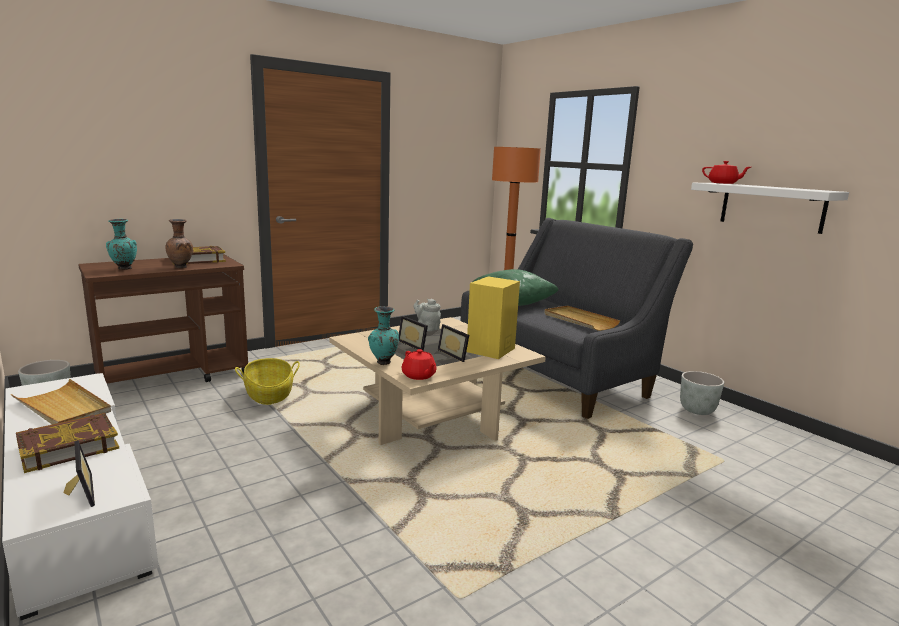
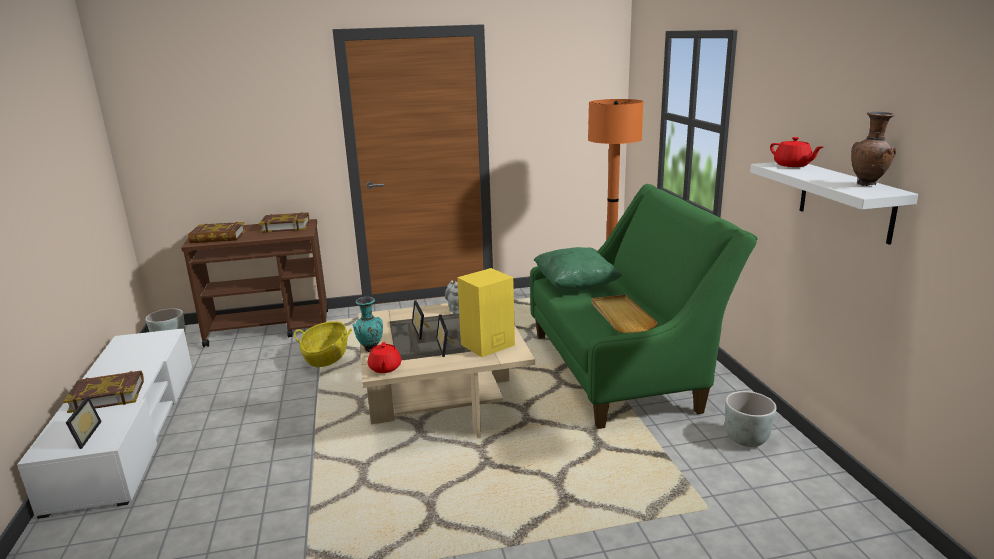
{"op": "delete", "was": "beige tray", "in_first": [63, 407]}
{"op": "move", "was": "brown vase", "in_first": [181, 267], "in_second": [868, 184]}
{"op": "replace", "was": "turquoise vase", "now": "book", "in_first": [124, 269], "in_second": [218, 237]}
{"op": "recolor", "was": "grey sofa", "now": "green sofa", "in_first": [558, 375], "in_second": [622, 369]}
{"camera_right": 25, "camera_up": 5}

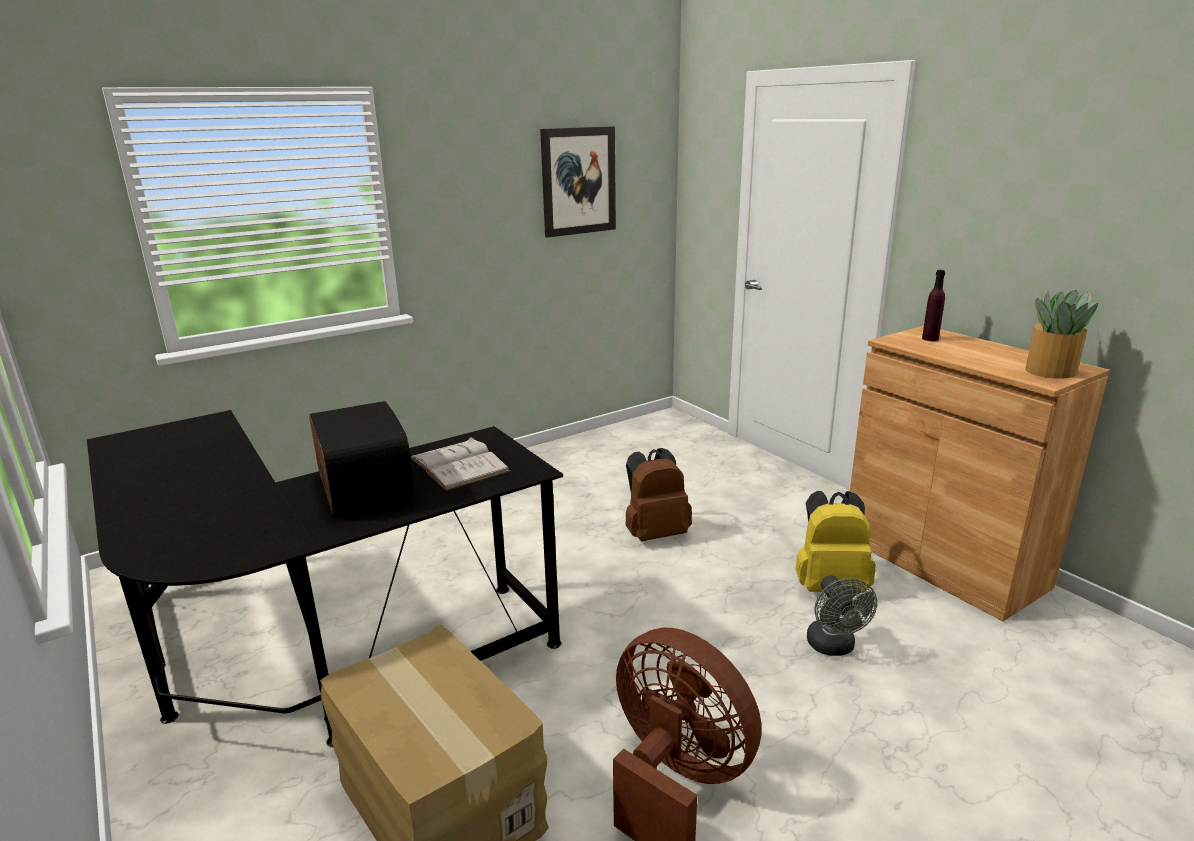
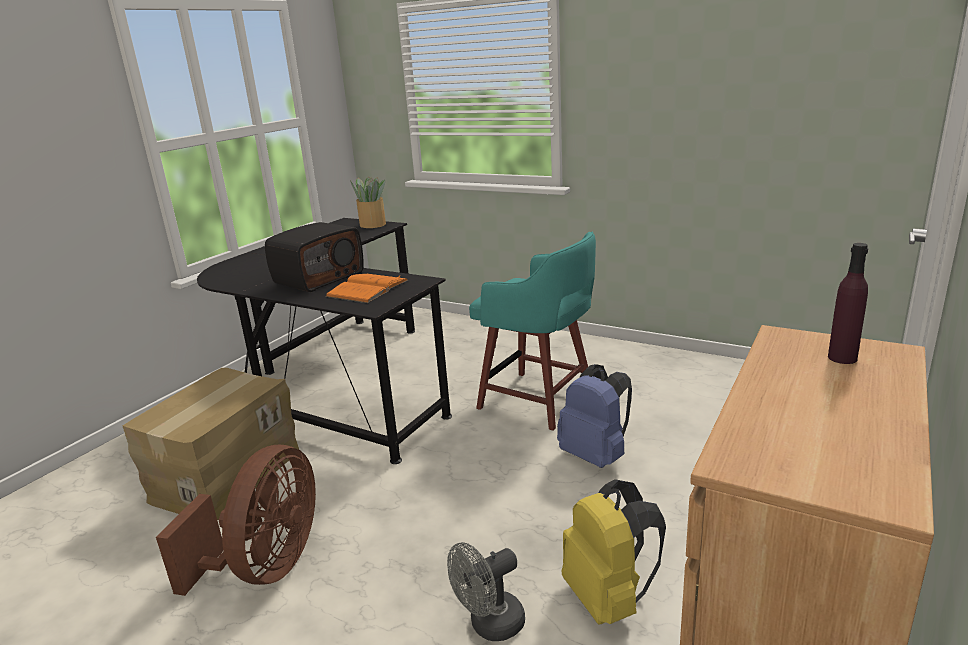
{"op": "delete", "was": "picture", "in_first": [578, 181]}
{"op": "insert", "now": "turquoise stool", "in_second": [539, 401]}
{"op": "move", "was": "potted plant", "in_first": [1049, 371], "in_second": [372, 224]}
{"op": "recolor", "was": "white book", "now": "orange book", "in_first": [459, 465], "in_second": [367, 288]}
{"op": "recolor", "was": "brown backpack", "now": "blue backpack", "in_first": [655, 533], "in_second": [596, 456]}
{"camera_right": 65, "camera_up": 0}

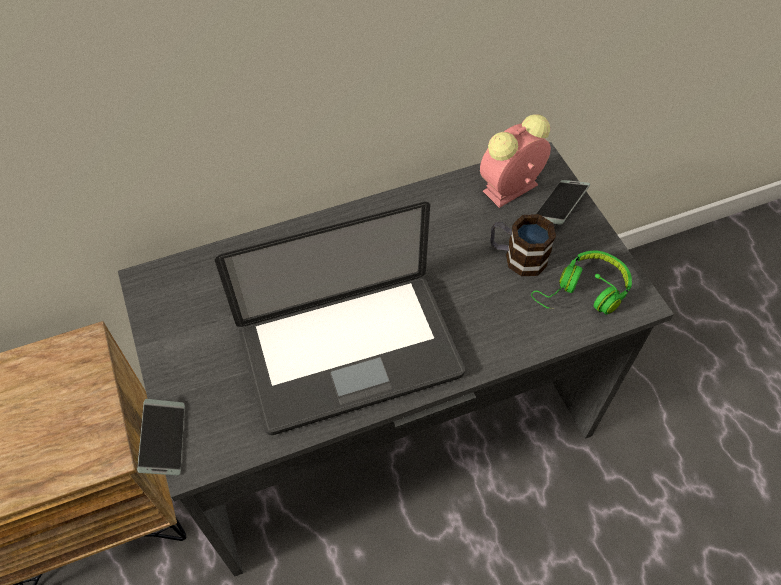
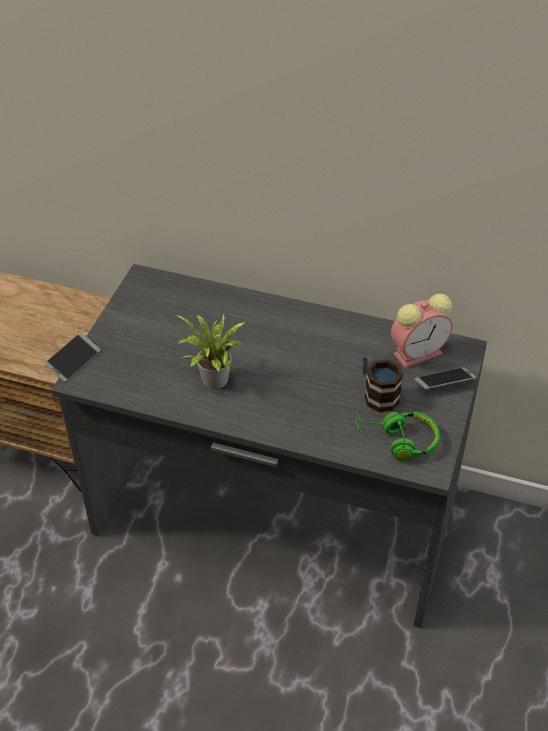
{"op": "replace", "was": "laptop", "now": "potted plant", "in_first": [350, 354], "in_second": [213, 382]}
{"op": "rotate", "was": "alarm clock", "in_first": [509, 189], "in_second": [419, 352], "clockwise": 150}
{"camera_right": 40, "camera_up": -10}

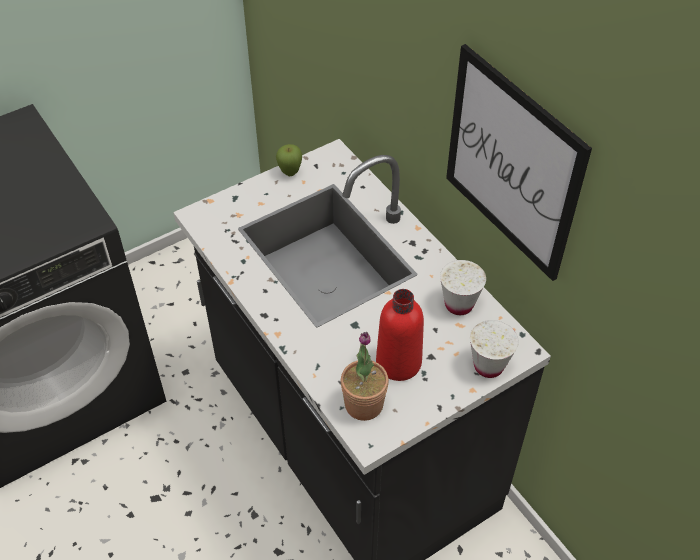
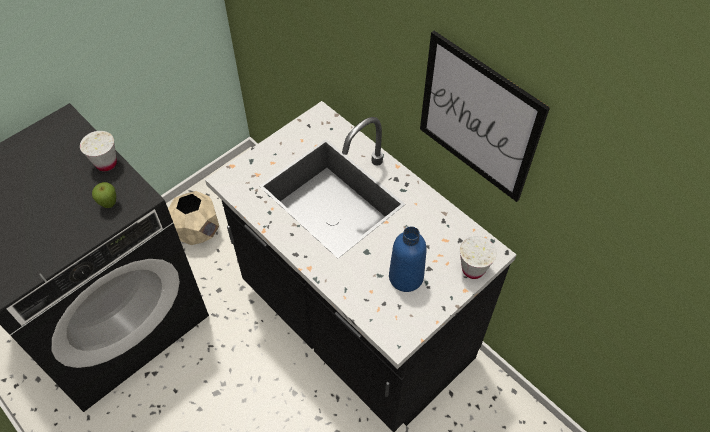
{"op": "delete", "was": "potted plant", "in_first": [364, 404]}
{"op": "insert", "now": "beige planter", "in_second": [198, 230]}
{"op": "move", "was": "apple", "in_first": [290, 173], "in_second": [109, 205]}
{"op": "move", "was": "white cup", "in_first": [459, 304], "in_second": [106, 163]}
{"op": "recolor", "was": "red bottle", "now": "blue bottle", "in_first": [398, 363], "in_second": [406, 277]}
{"camera_right": -10, "camera_up": 5}

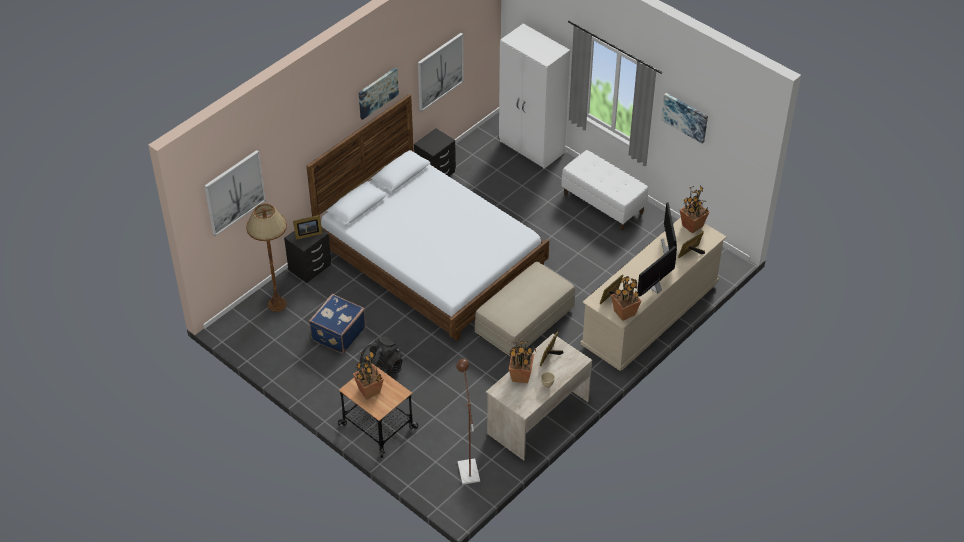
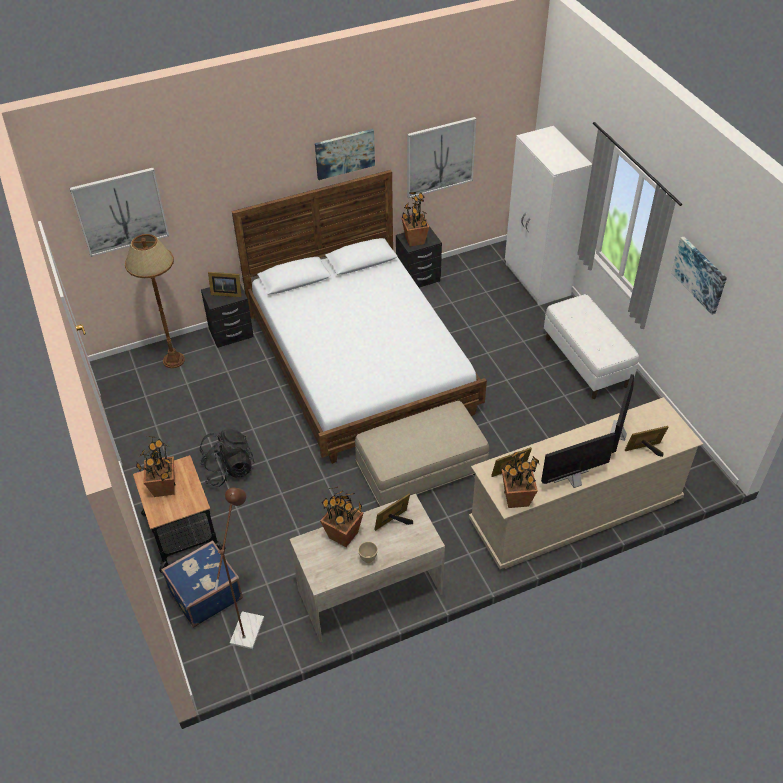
{"op": "move", "was": "blue suitcase", "in_first": [337, 333], "in_second": [205, 594]}
{"op": "move", "was": "potted plant", "in_first": [692, 226], "in_second": [414, 240]}
{"camera_right": 25, "camera_up": 0}

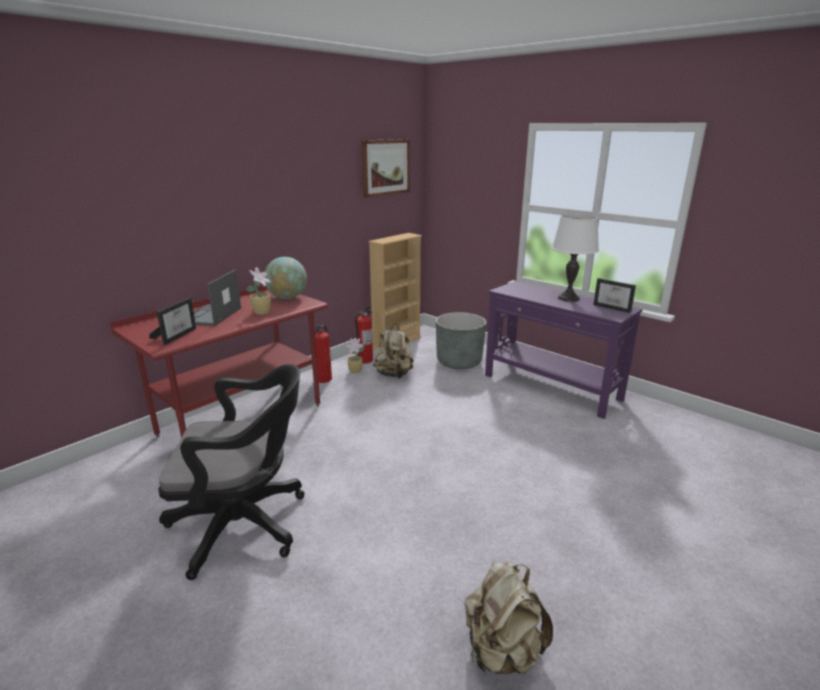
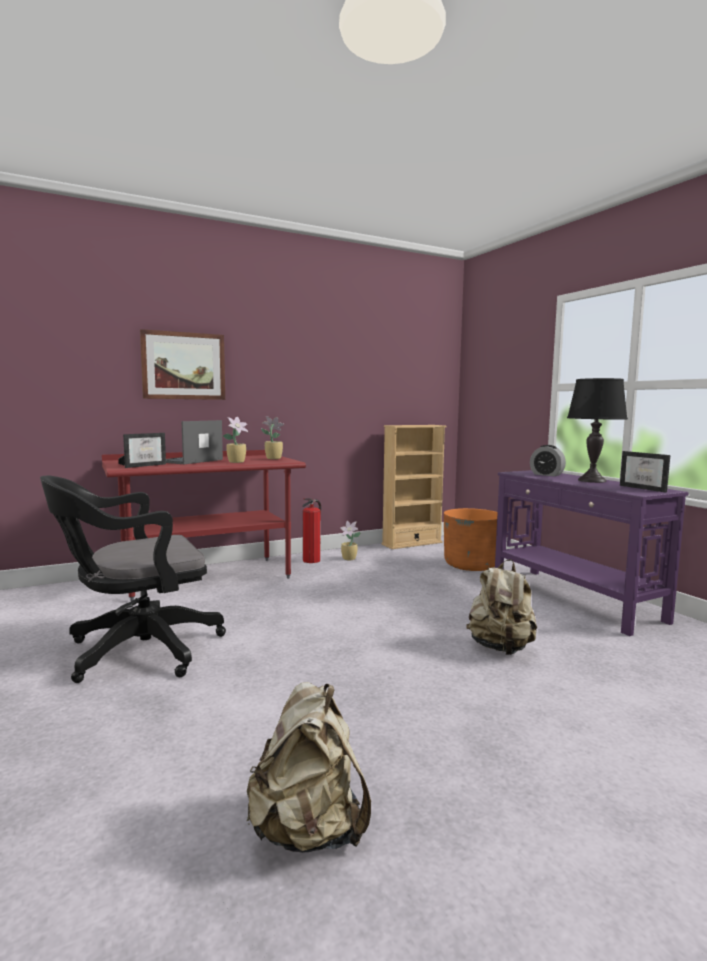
{"op": "delete", "was": "fire extinguisher", "in_first": [365, 360]}
{"op": "insert", "now": "alarm clock", "in_second": [546, 474]}
{"op": "move", "was": "picture", "in_first": [385, 167], "in_second": [183, 366]}
{"op": "move", "was": "beige backpack", "in_first": [394, 374], "in_second": [500, 648]}
{"op": "replace", "was": "globe", "now": "potted plant", "in_first": [287, 298], "in_second": [273, 458]}
{"op": "recolor", "was": "grey planter", "now": "orange planter", "in_first": [459, 362], "in_second": [471, 565]}
{"op": "recolor", "was": "white table lamp", "now": "black table lamp", "in_first": [568, 298], "in_second": [591, 480]}
{"op": "rotate", "was": "black office chair", "in_first": [246, 525], "in_second": [136, 651], "clockwise": 135}
{"camera_right": 20, "camera_up": -15}

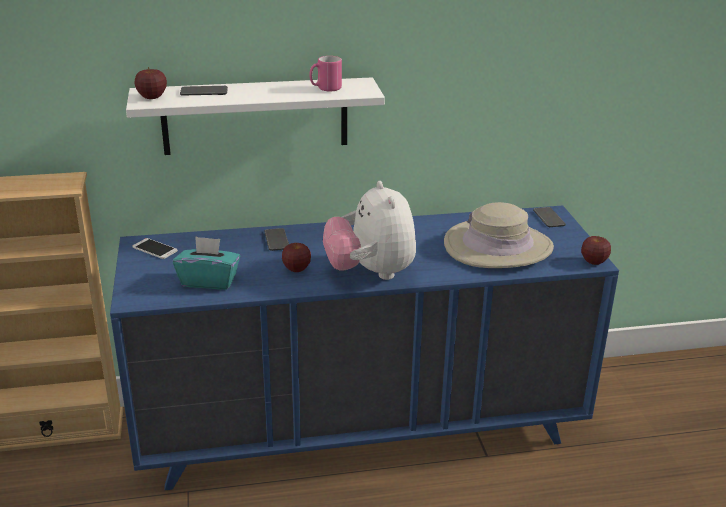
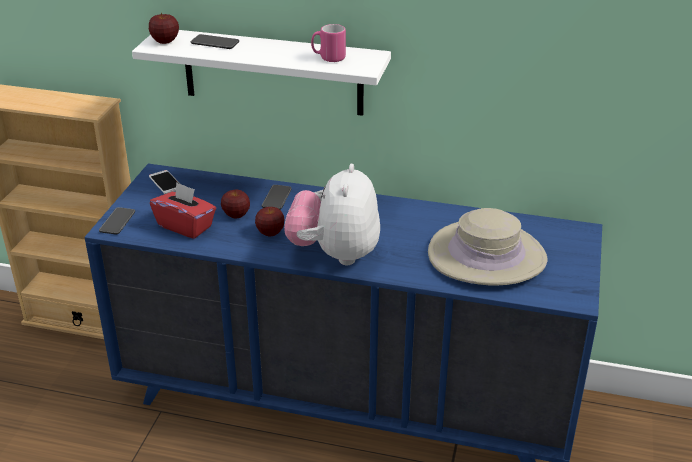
{"op": "move", "was": "phone", "in_first": [549, 218], "in_second": [117, 222]}
{"op": "move", "was": "apple", "in_first": [594, 262], "in_second": [236, 215]}
{"op": "recolor", "was": "turquoise tissue box", "now": "red tissue box", "in_first": [209, 281], "in_second": [185, 226]}
{"camera_right": 25, "camera_up": 5}

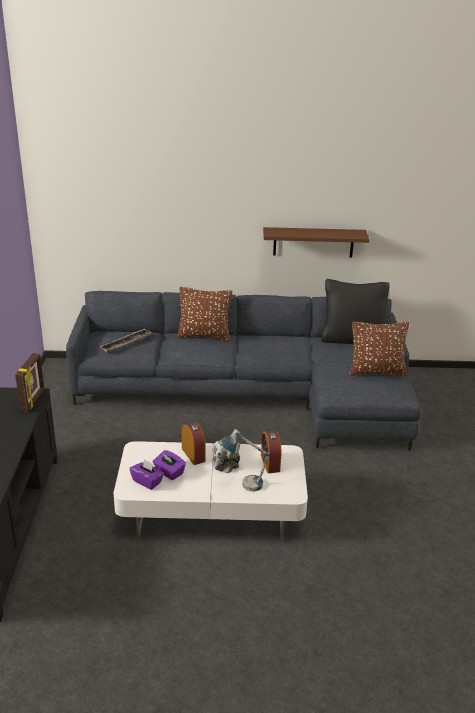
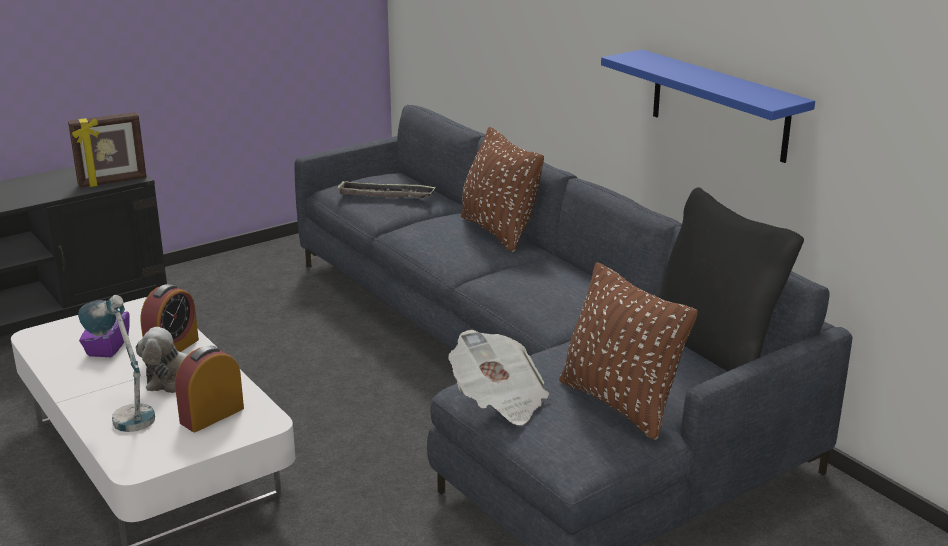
{"op": "delete", "was": "purple tissue box", "in_first": [147, 481]}
{"op": "insert", "now": "newspaper", "in_second": [499, 400]}
{"op": "recolor", "was": "brown shelf", "now": "blue shelf", "in_first": [313, 242], "in_second": [719, 105]}
{"camera_right": 55, "camera_up": -5}

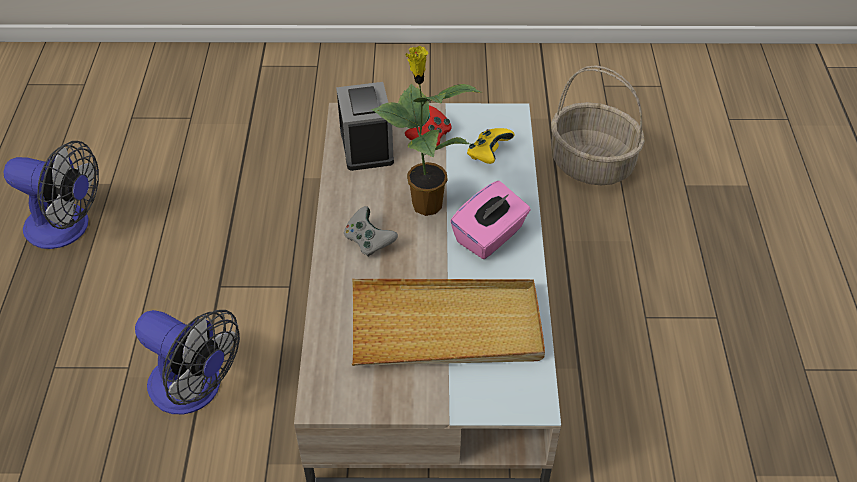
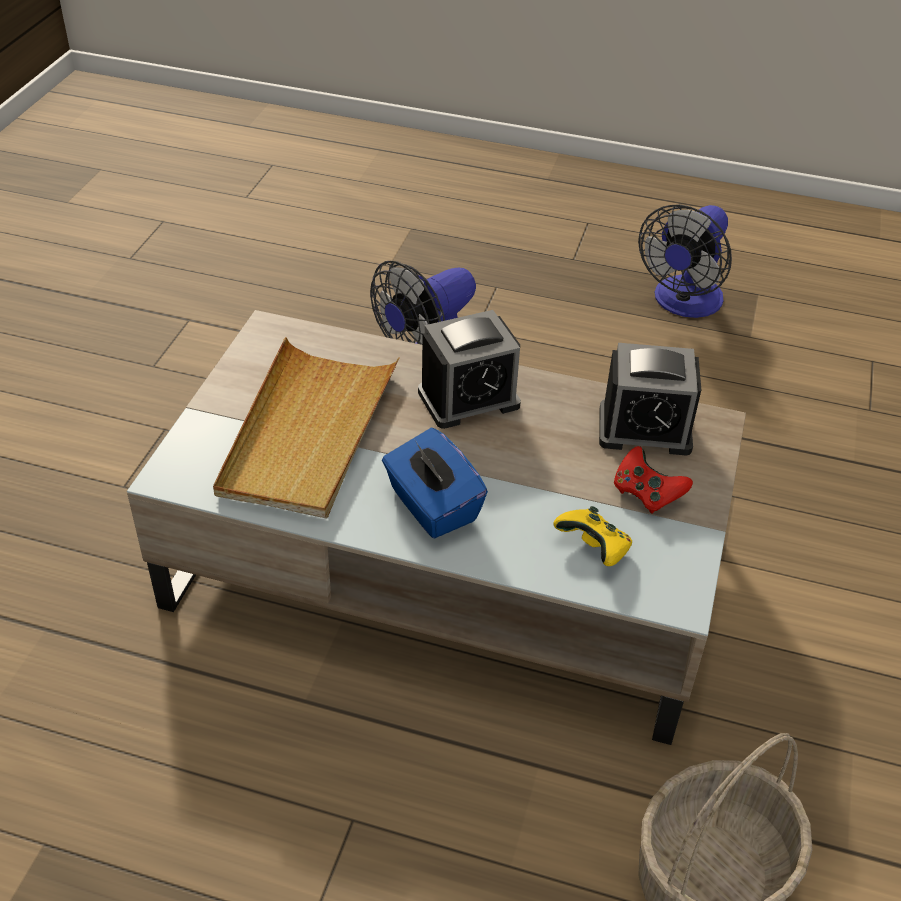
{"op": "delete", "was": "potted plant", "in_first": [425, 203]}
{"op": "replace", "was": "grey game controller", "now": "alarm clock", "in_first": [368, 241], "in_second": [468, 399]}
{"op": "recolor", "was": "pink tissue box", "now": "blue tissue box", "in_first": [489, 236], "in_second": [432, 506]}
{"camera_right": 105, "camera_up": -5}

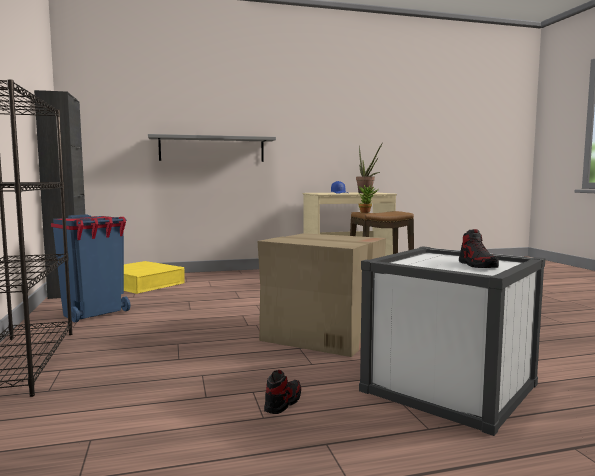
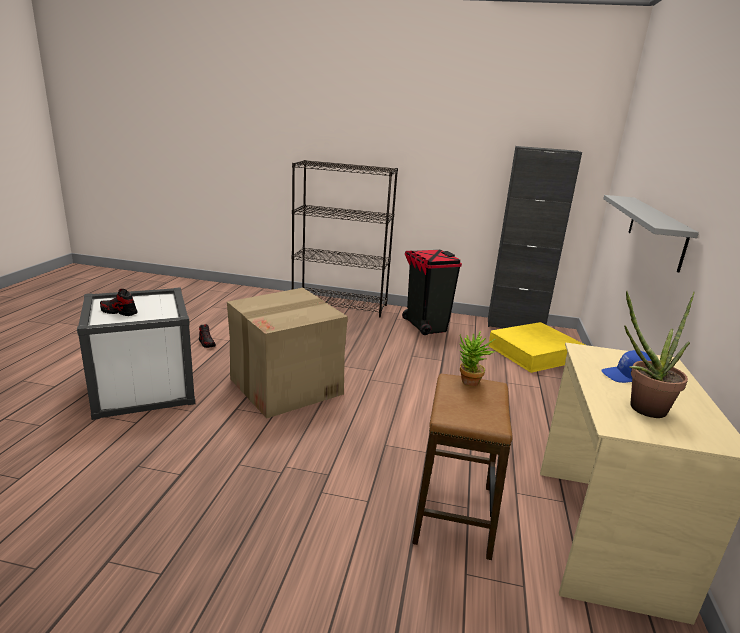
{"op": "recolor", "was": "blue trash can", "now": "black trash can", "in_first": [94, 314], "in_second": [425, 326]}
{"camera_right": 115, "camera_up": 15}

